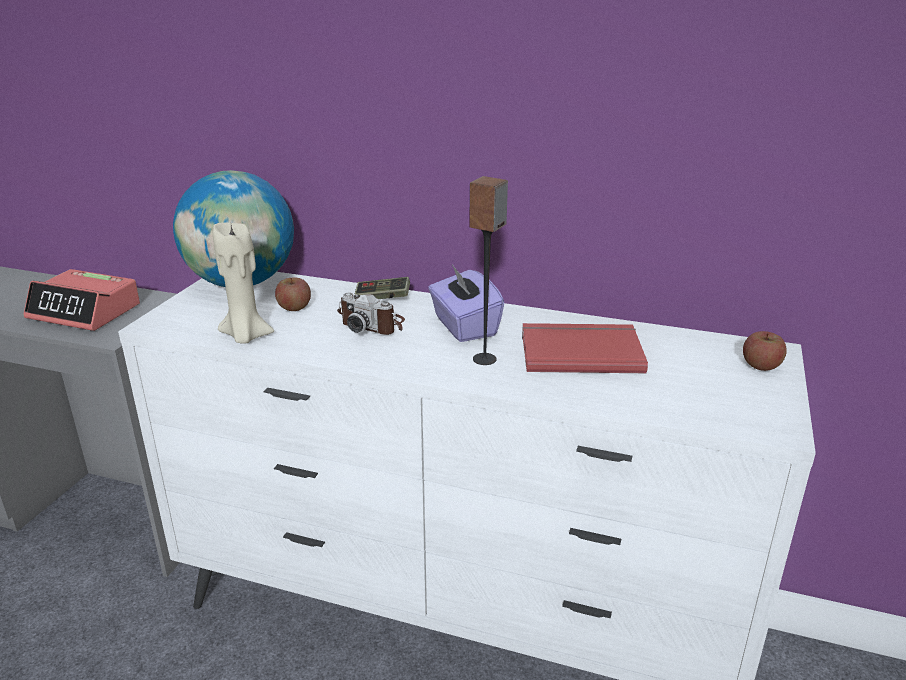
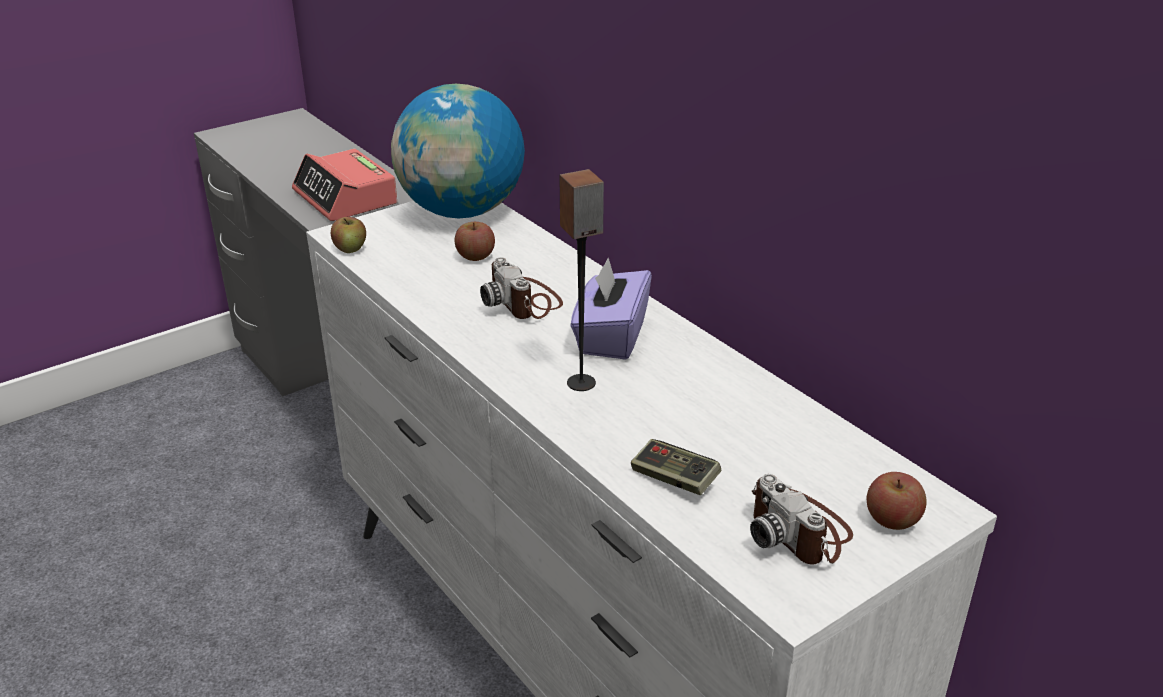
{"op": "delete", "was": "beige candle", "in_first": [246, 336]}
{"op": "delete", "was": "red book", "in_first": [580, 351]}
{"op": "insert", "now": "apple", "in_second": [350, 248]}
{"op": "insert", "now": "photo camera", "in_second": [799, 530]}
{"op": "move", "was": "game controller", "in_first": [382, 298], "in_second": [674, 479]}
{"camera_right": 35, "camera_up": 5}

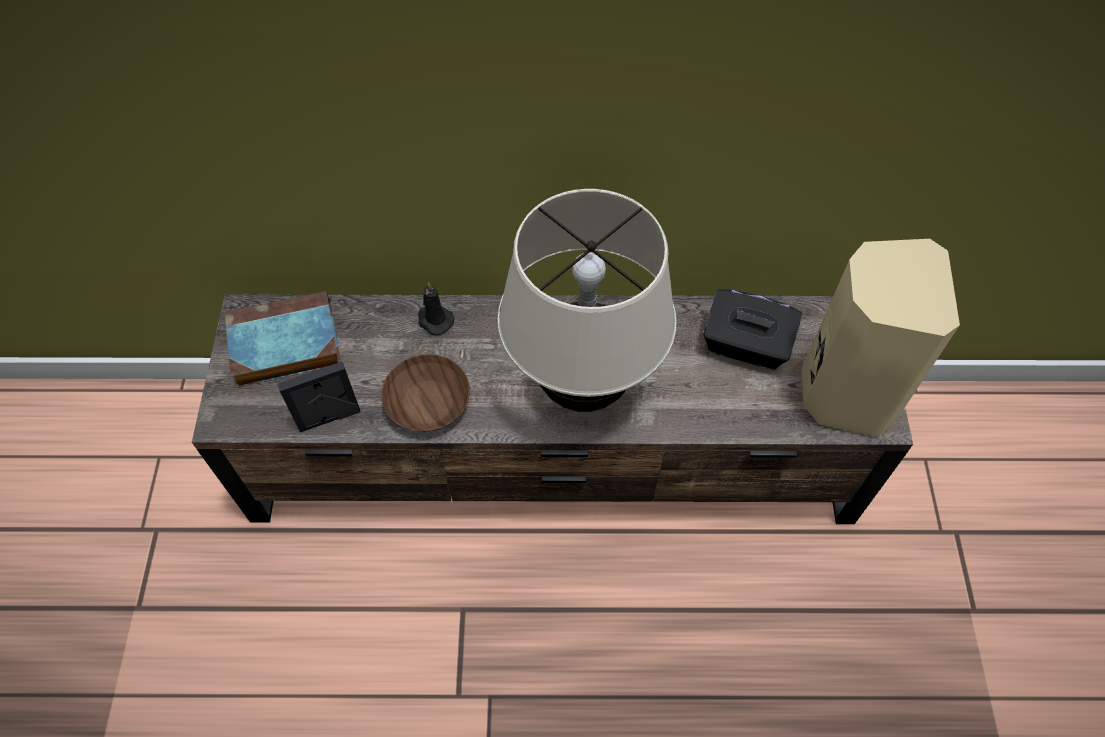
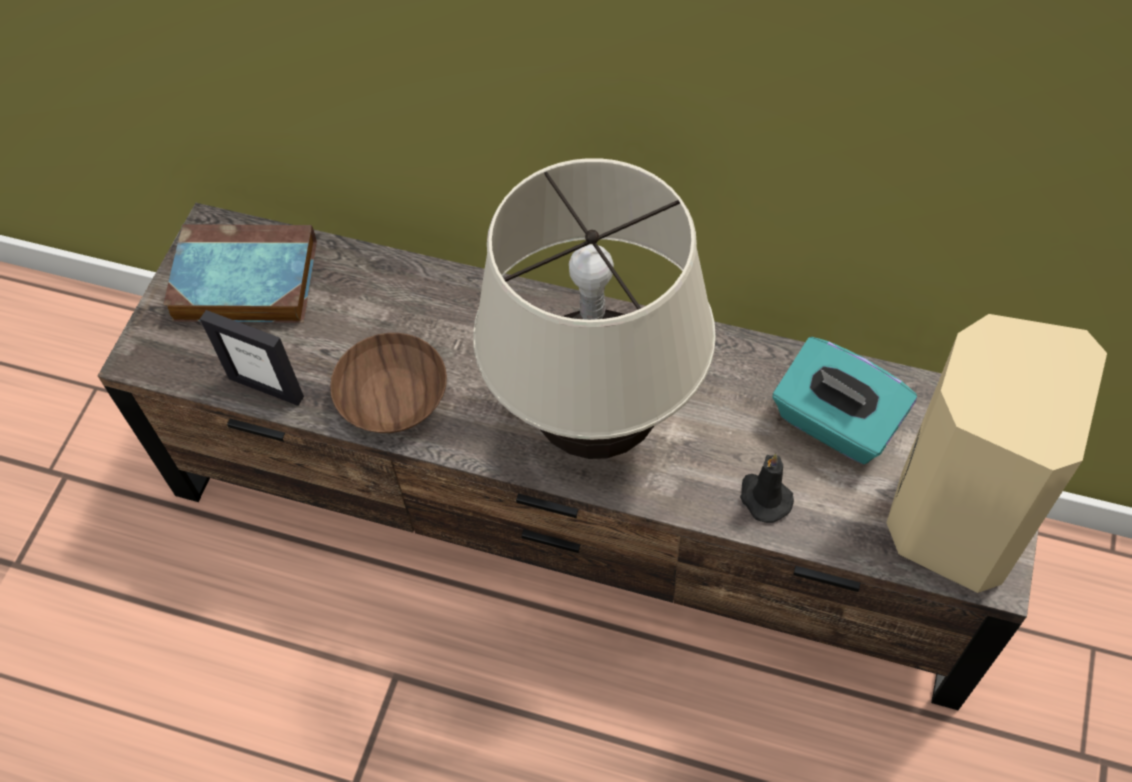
{"op": "move", "was": "black candle", "in_first": [434, 320], "in_second": [764, 497]}
{"op": "recolor", "was": "black tissue box", "now": "turquoise tissue box", "in_first": [745, 346], "in_second": [835, 423]}
{"op": "rotate", "was": "picture frame", "in_first": [329, 418], "in_second": [266, 387], "clockwise": -150}
{"camera_right": 20, "camera_up": 0}

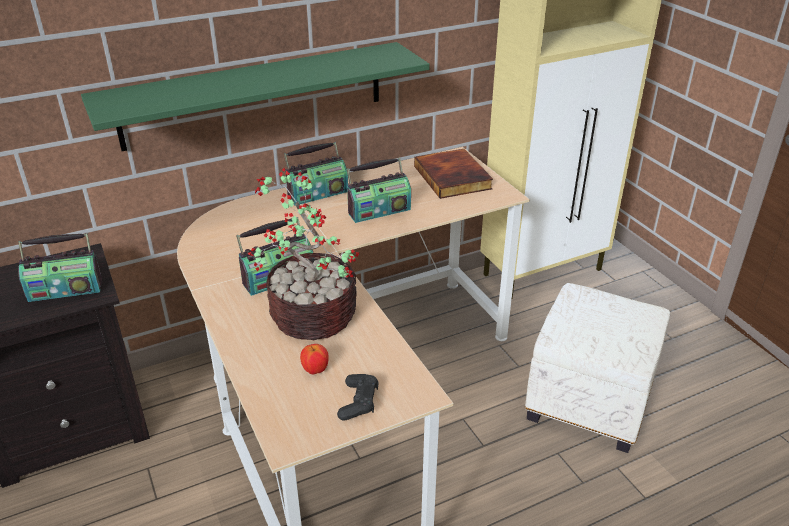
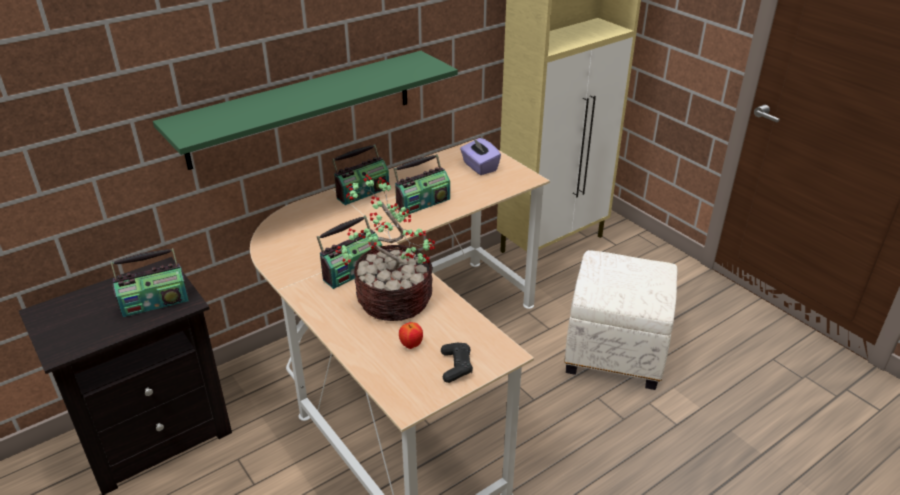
{"op": "replace", "was": "book", "now": "purple tissue box", "in_first": [454, 177], "in_second": [479, 167]}
{"camera_right": -10, "camera_up": 0}

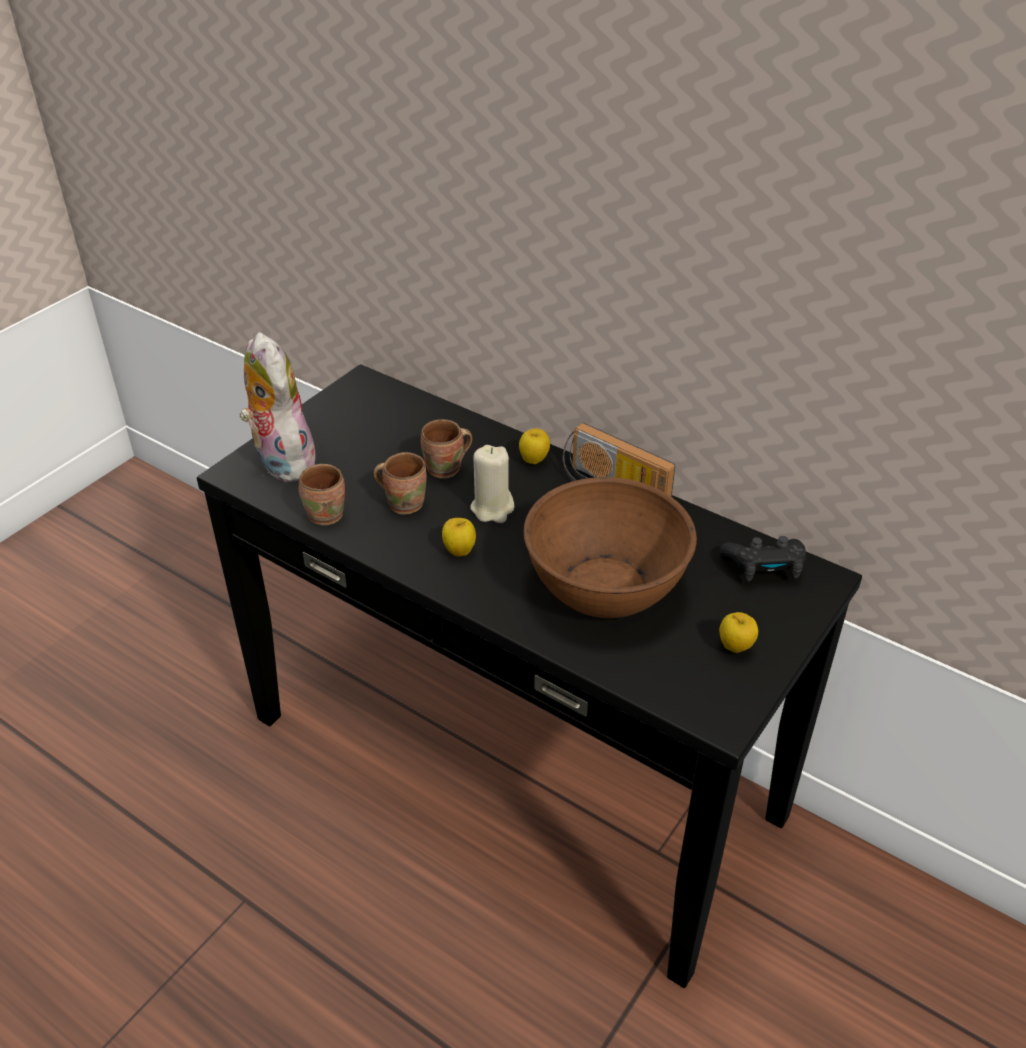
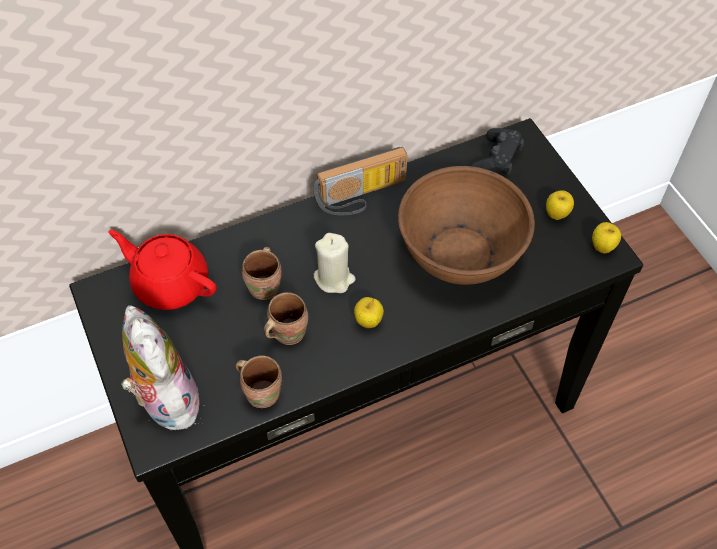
{"op": "insert", "now": "red teapot", "in_second": [170, 283]}
{"op": "move", "was": "apple", "in_first": [534, 461], "in_second": [602, 247]}
{"op": "rotate", "was": "plush toy", "in_first": [281, 461], "in_second": [165, 399], "clockwise": 60}
{"camera_right": -60, "camera_up": 15}

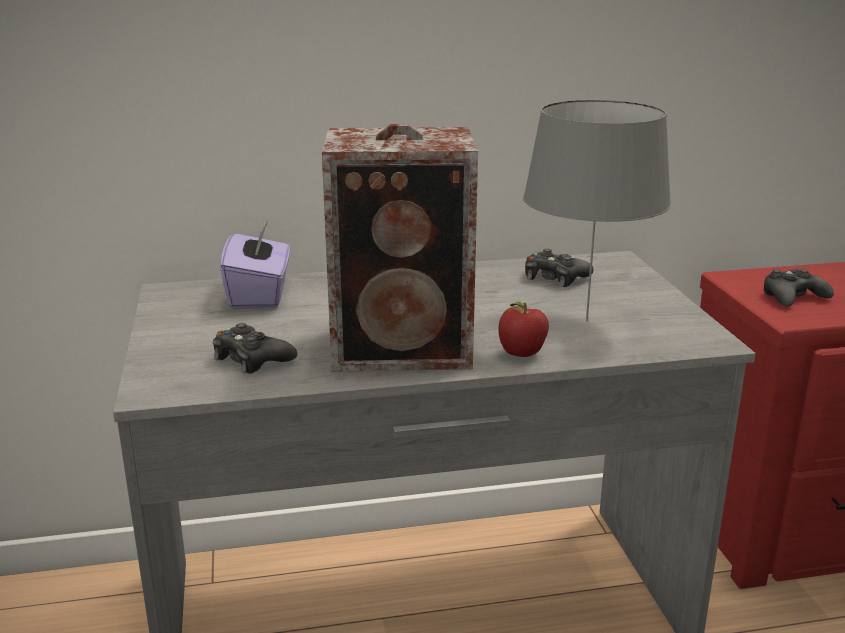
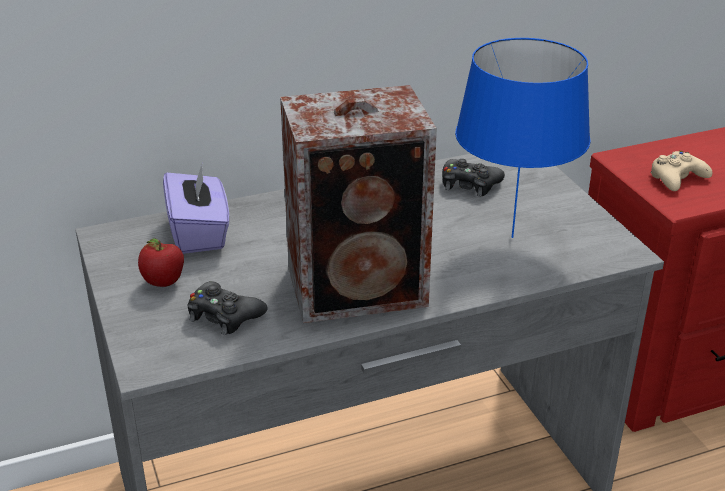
{"op": "move", "was": "apple", "in_first": [521, 354], "in_second": [163, 283]}
{"op": "recolor", "was": "grey table lamp", "now": "blue table lamp", "in_first": [584, 320], "in_second": [510, 237]}
{"op": "recolor", "was": "black game controller", "now": "beige game controller", "in_first": [793, 297], "in_second": [677, 178]}
{"camera_right": -10, "camera_up": 10}

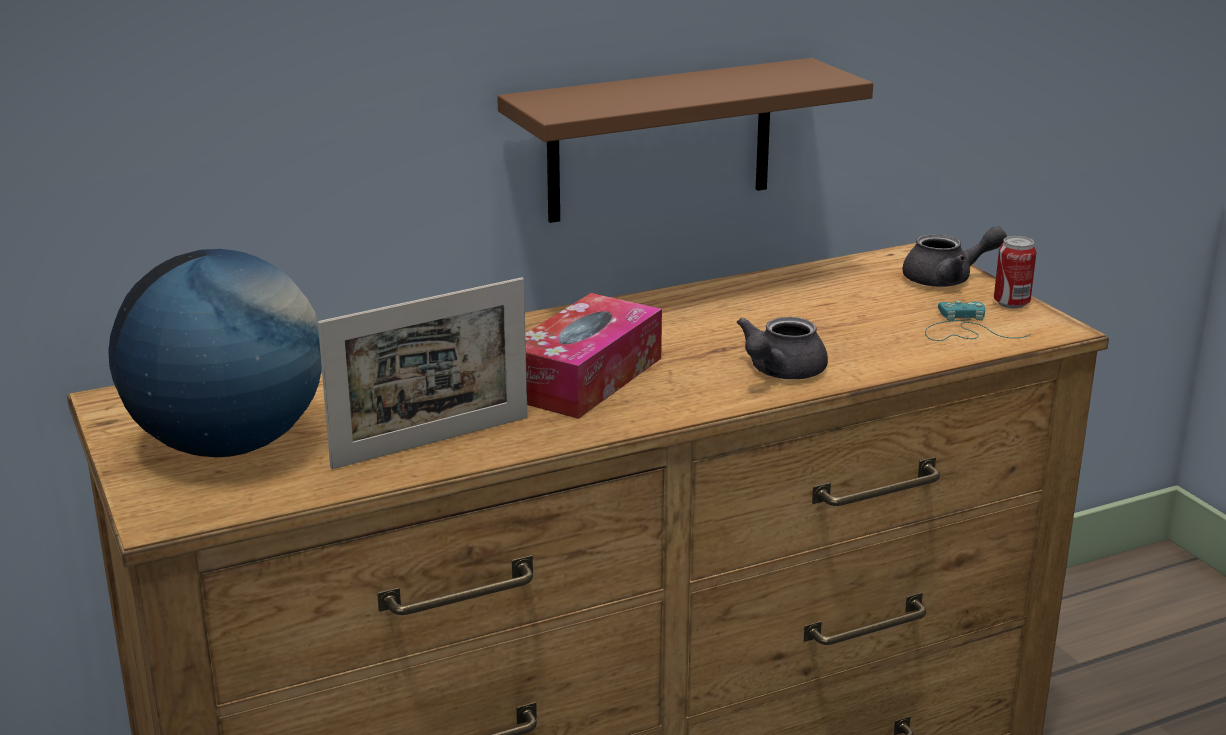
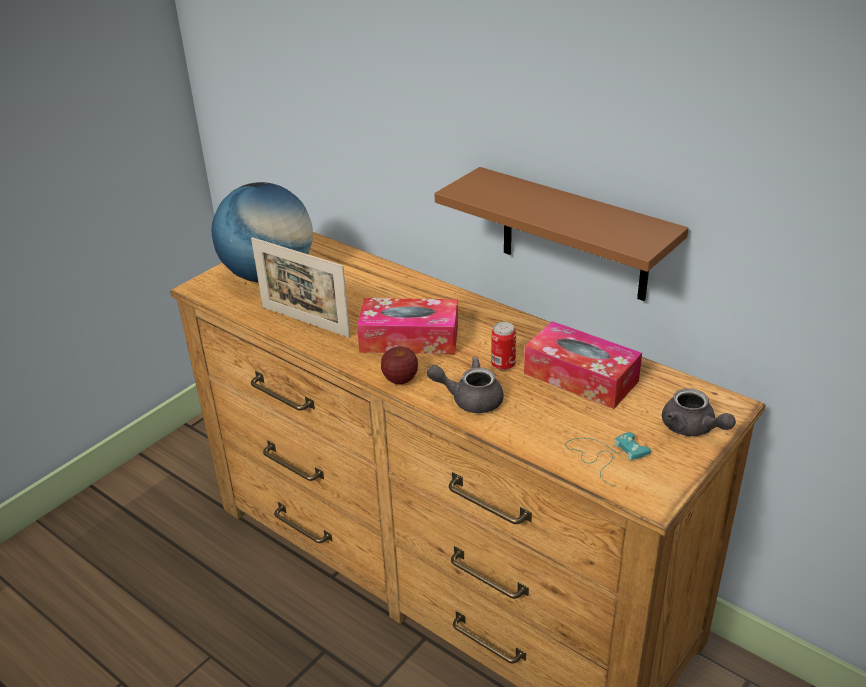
{"op": "insert", "now": "apple", "in_second": [400, 379]}
{"op": "insert", "now": "tissue box", "in_second": [580, 377]}
{"op": "move", "was": "can", "in_first": [1011, 303], "in_second": [503, 365]}
{"camera_right": 65, "camera_up": 10}

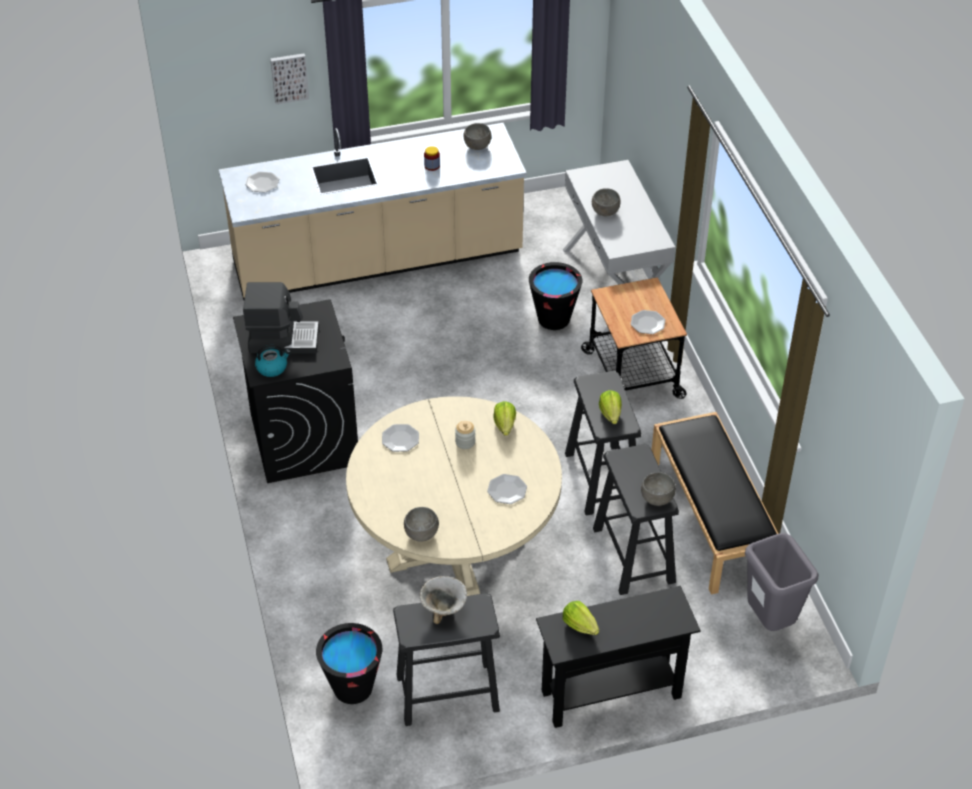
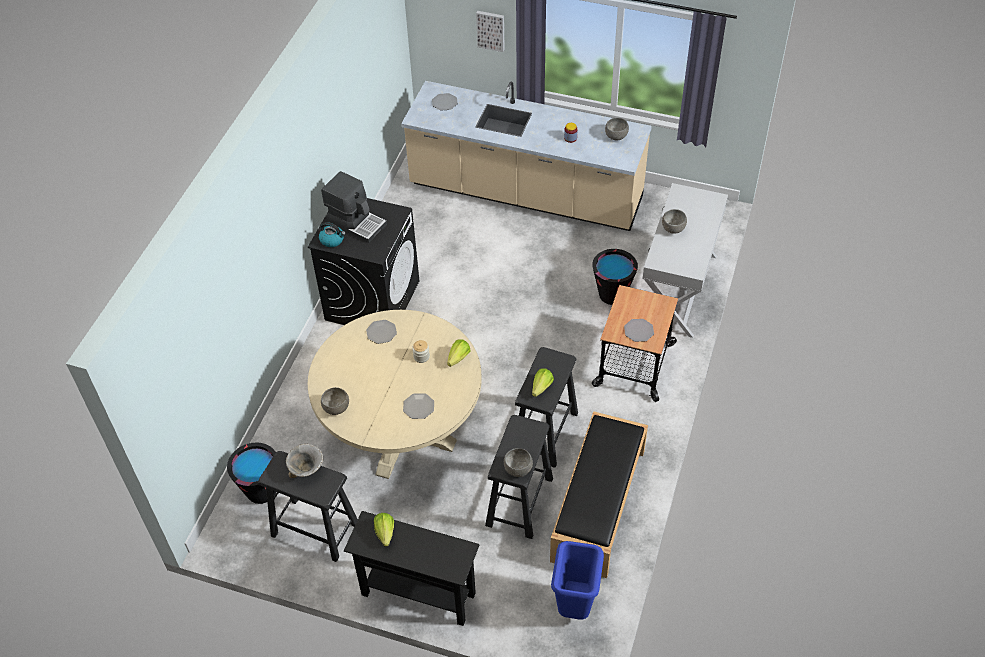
{"op": "recolor", "was": "grey trash can", "now": "blue trash can", "in_first": [770, 622], "in_second": [574, 607]}
{"camera_right": 35, "camera_up": 5}

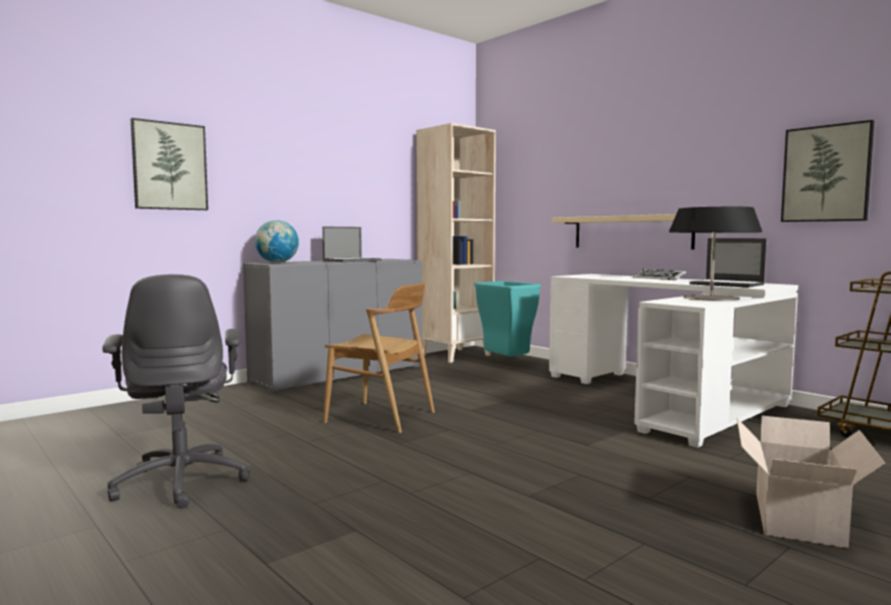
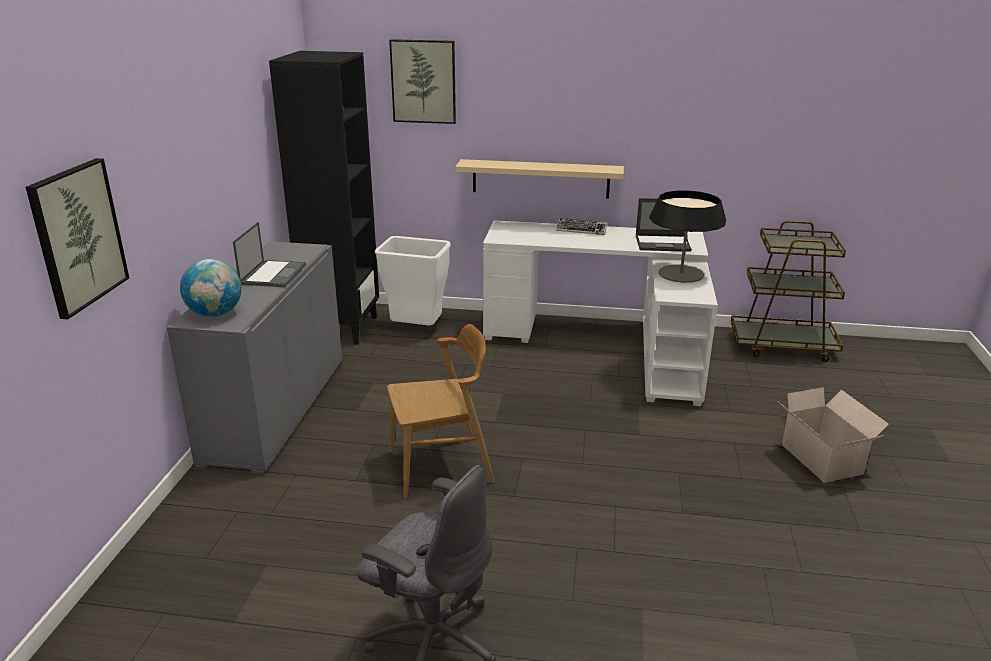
{"op": "move", "was": "picture", "in_first": [826, 173], "in_second": [423, 81]}
{"op": "recolor", "was": "beige bookcase", "now": "black bookcase", "in_first": [455, 355], "in_second": [341, 328]}
{"op": "recolor", "was": "turquoise trash can", "now": "white trash can", "in_first": [507, 364], "in_second": [417, 330]}
{"camera_right": -40, "camera_up": 20}

